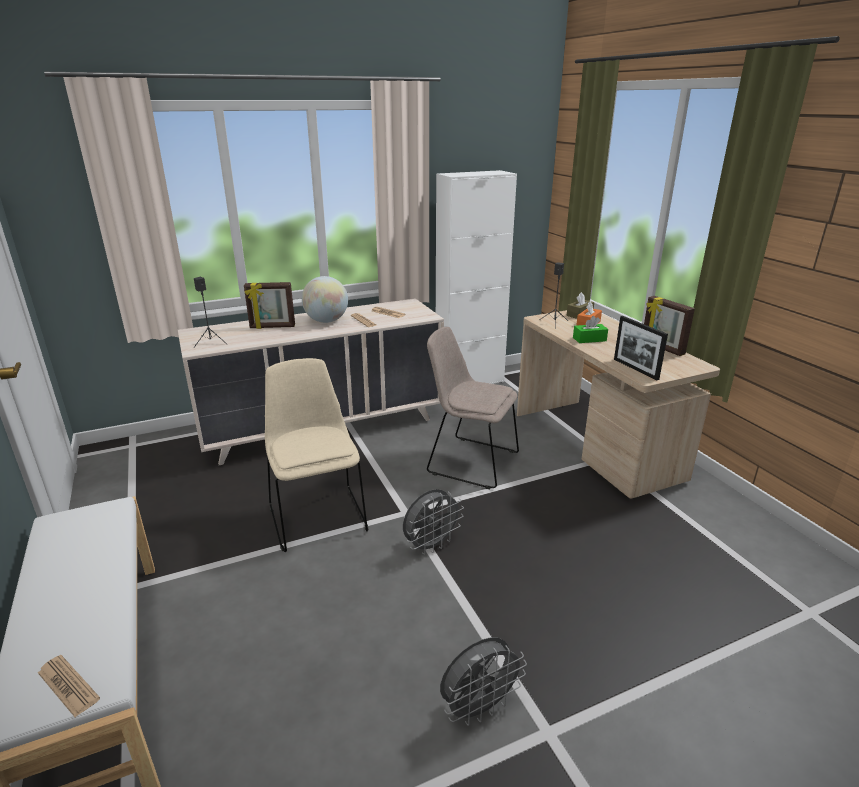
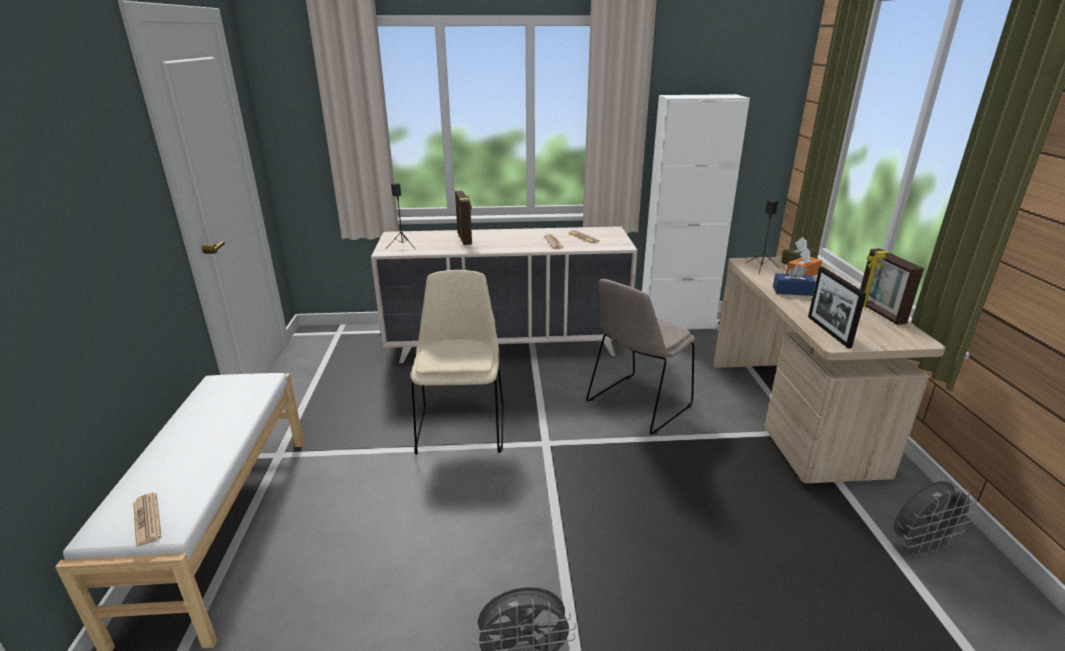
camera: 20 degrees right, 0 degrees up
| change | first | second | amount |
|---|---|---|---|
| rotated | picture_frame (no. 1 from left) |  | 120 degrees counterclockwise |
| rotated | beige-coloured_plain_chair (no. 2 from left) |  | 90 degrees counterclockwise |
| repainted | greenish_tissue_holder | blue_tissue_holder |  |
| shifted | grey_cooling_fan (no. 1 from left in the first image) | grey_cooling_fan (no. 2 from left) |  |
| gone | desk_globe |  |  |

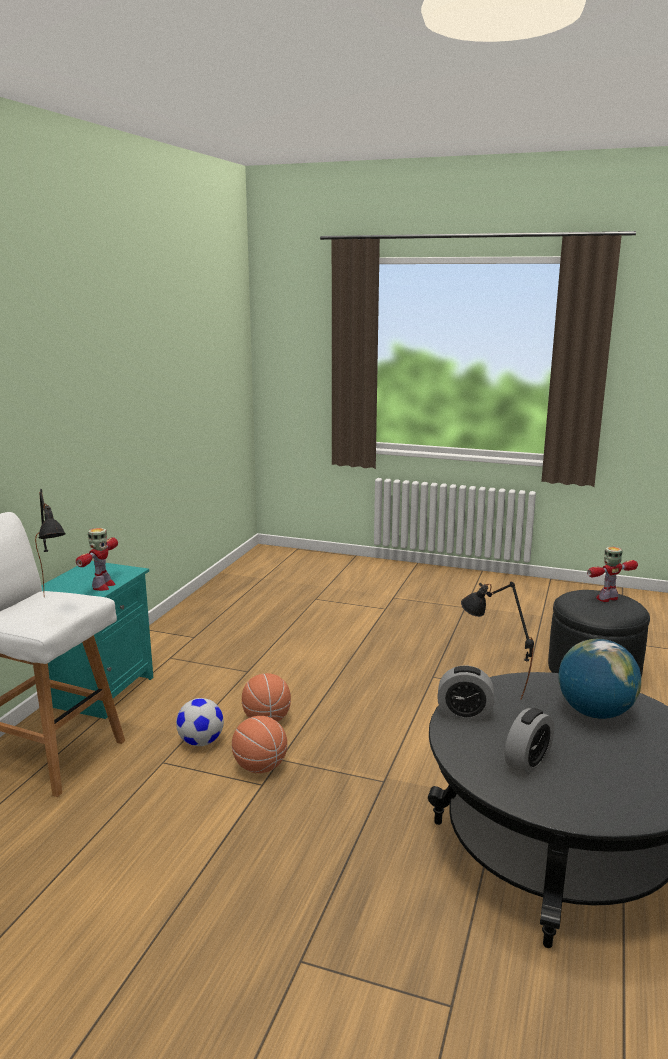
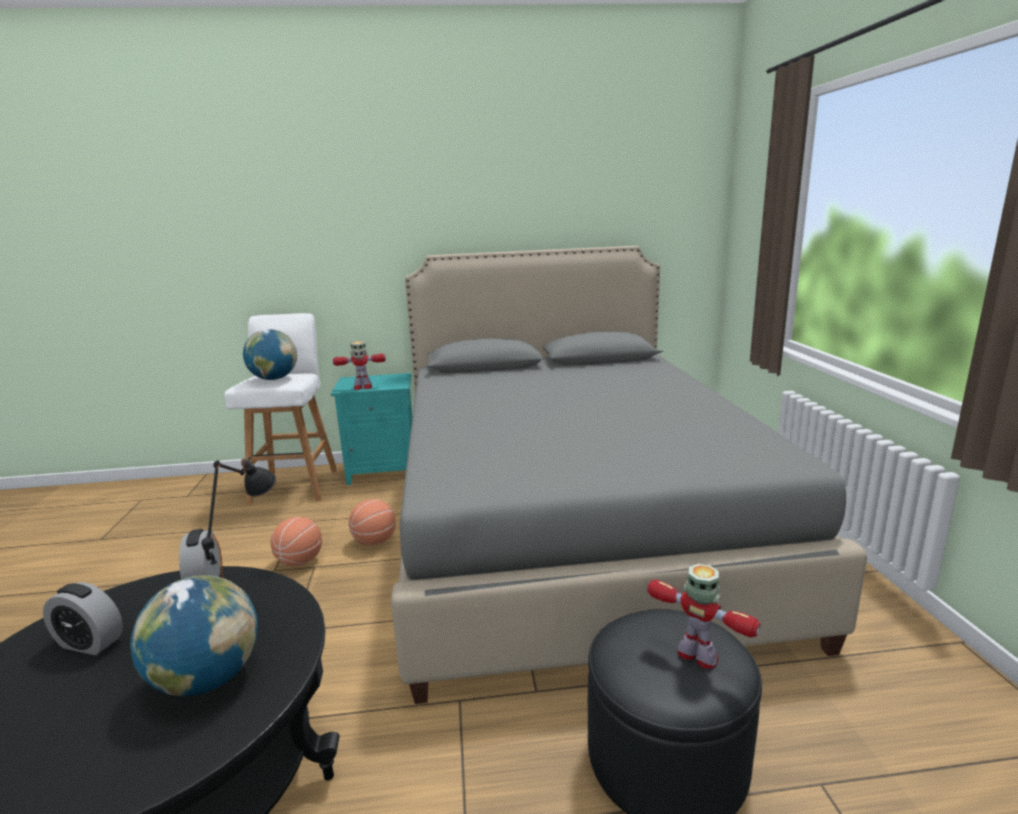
camera: 65 degrees right, 0 degrees up
| change | first | second | amount |
|---|---|---|---|
| swapped | blackish_lamp_for_a_table (no. 1 from left) | desk_globe (no. 2 from left) |  |
| new |  | grey_sleeping_bed |  |
| gone | football_ball |  |  |

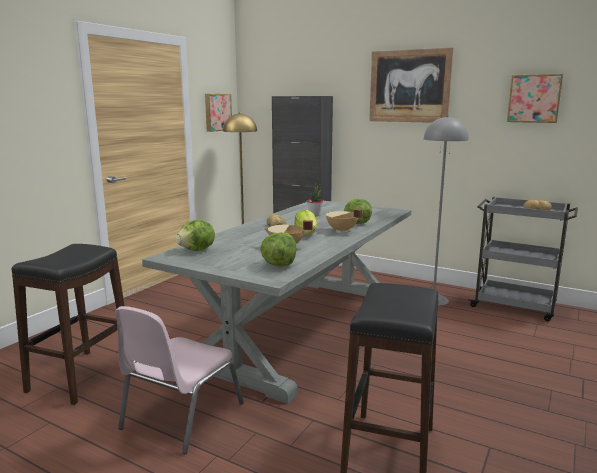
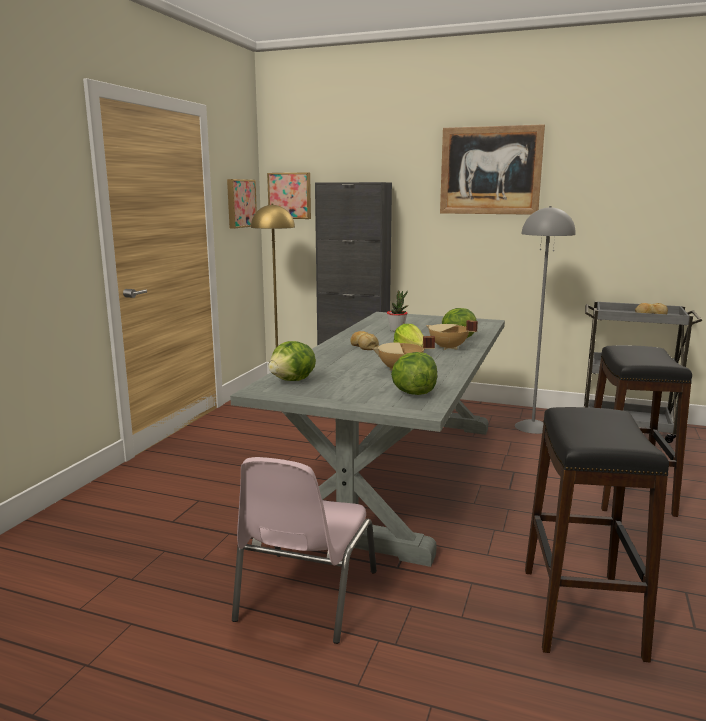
camera: 10 degrees left, 0 degrees up
| change | first | second | amount |
|---|---|---|---|
| shifted | wall_art (no. 3 from left in the first image) | wall_art (no. 2 from left) |  |
| shifted | blackish_stool_seat (no. 1 from left in the first image) | blackish_stool_seat (no. 2 from left) |  |

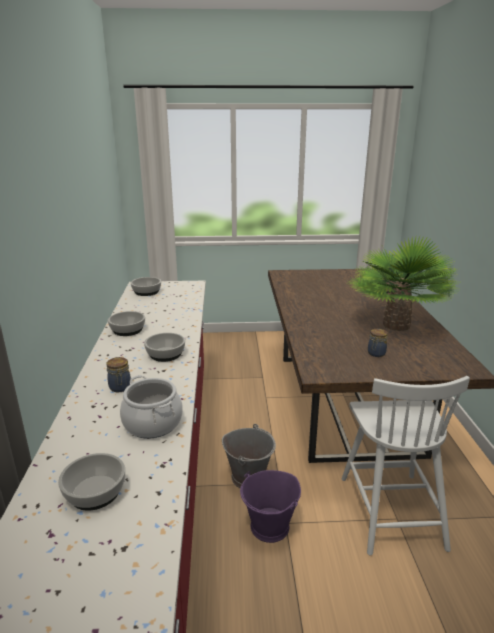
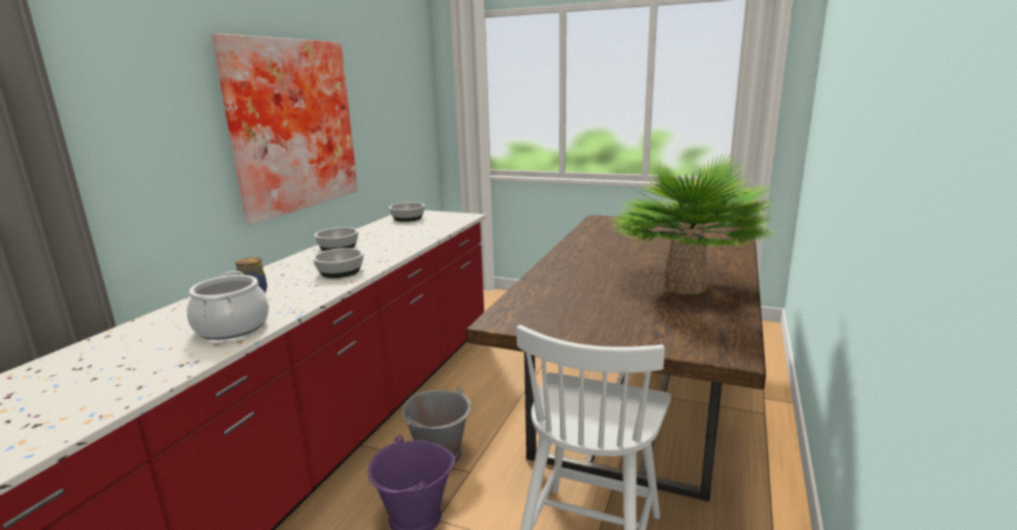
camera: 25 degrees right, 5 degrees down
| change | first | second | amount |
|---|---|---|---|
| new |  | wall_art |  |
| gone | deep_dish (no. 1 from left) |  |  |
| gone | storage_jar (no. 2 from left) |  |  |

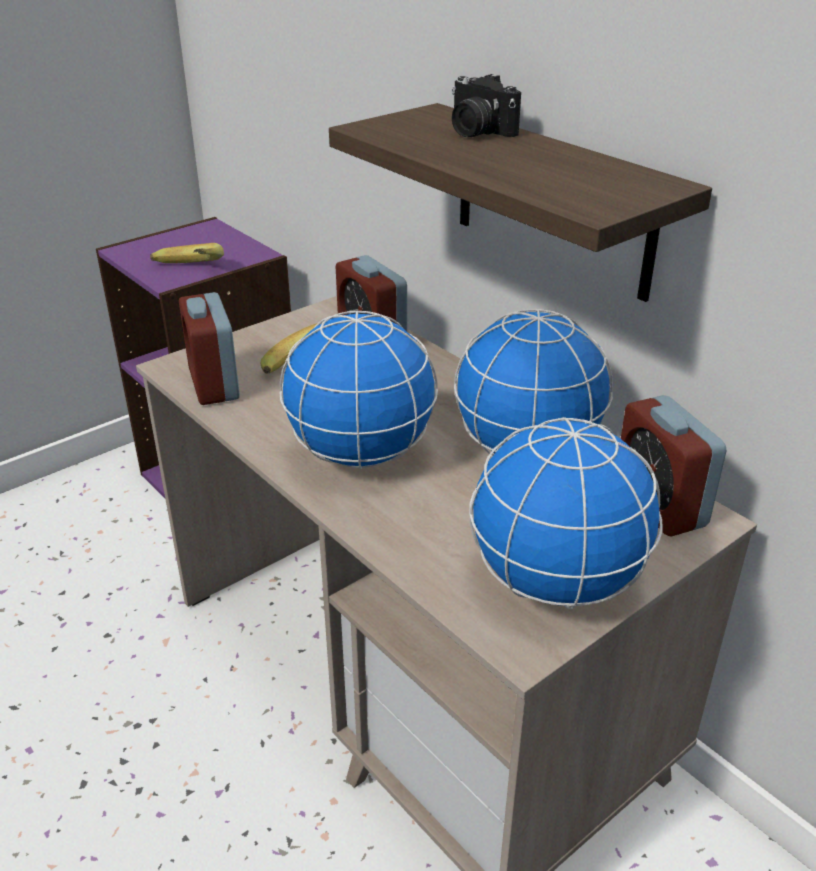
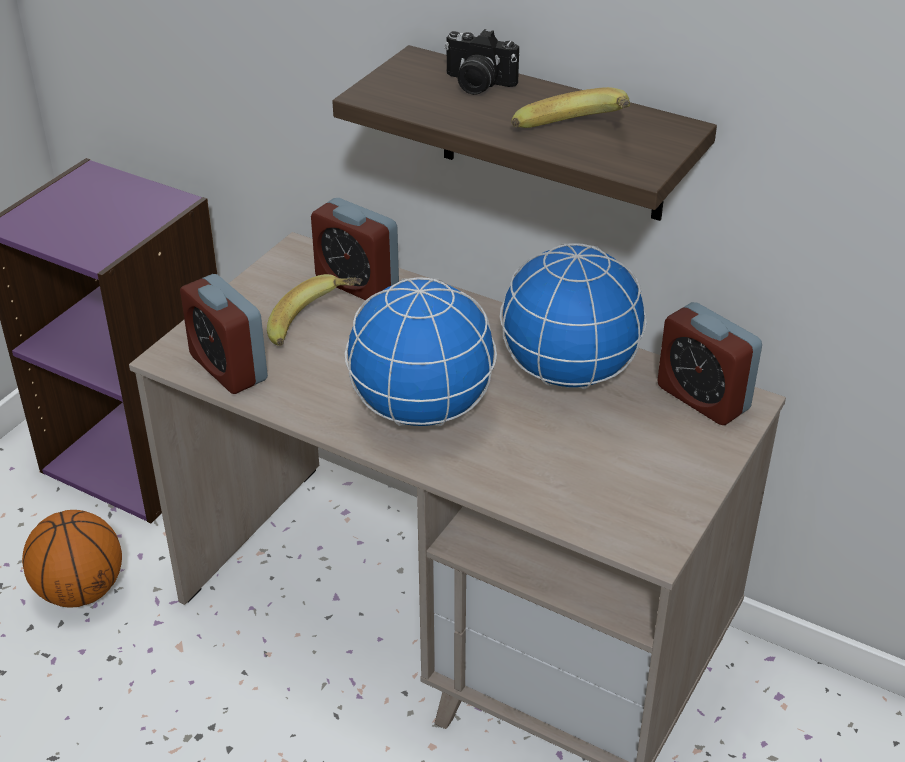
camera: 20 degrees left, 5 degrees up
| change | first | second | amount |
|---|---|---|---|
| new |  | ball_for_basketball |  |
| shifted | banana_fruit (no. 1 from left in the first image) | banana_fruit (no. 2 from left) |  |
| gone | desk_globe (no. 3 from left) |  |  |

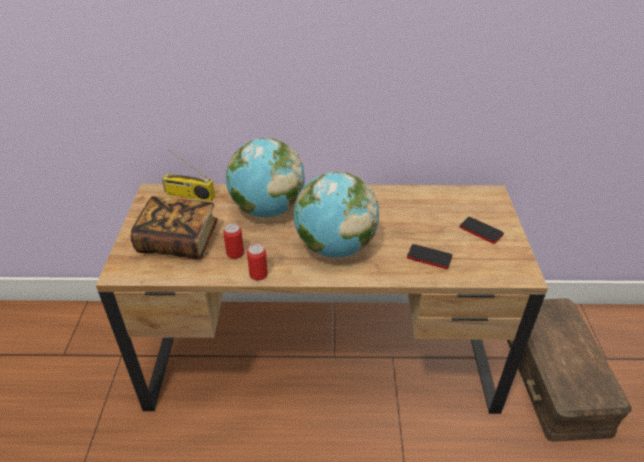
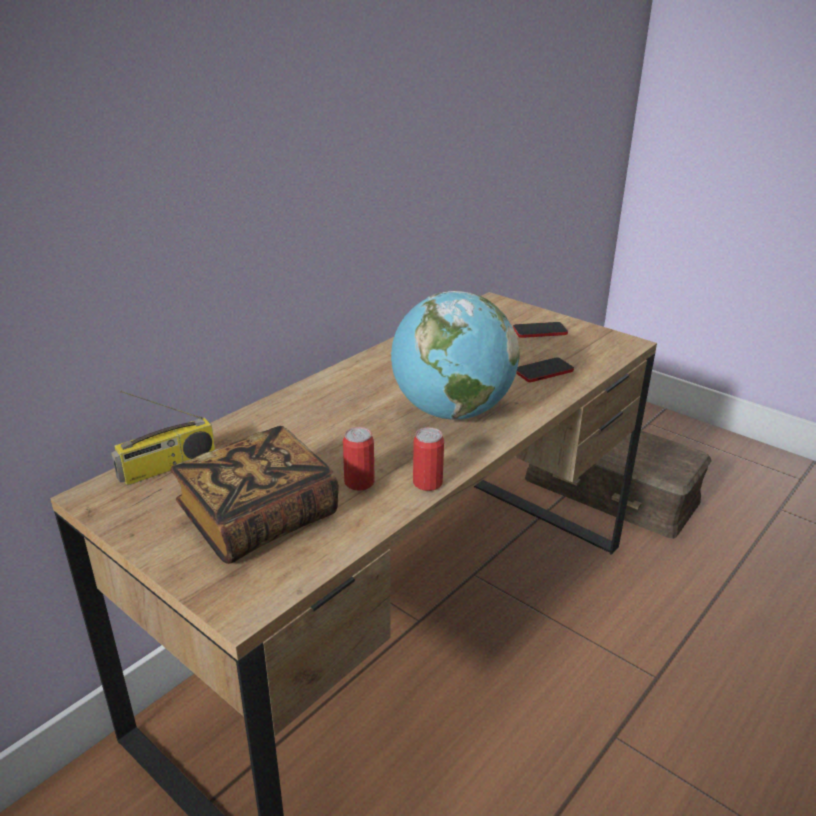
camera: 50 degrees left, 10 degrees down
| change | first | second | amount |
|---|---|---|---|
| gone | desk_globe (no. 1 from left) |  |  |

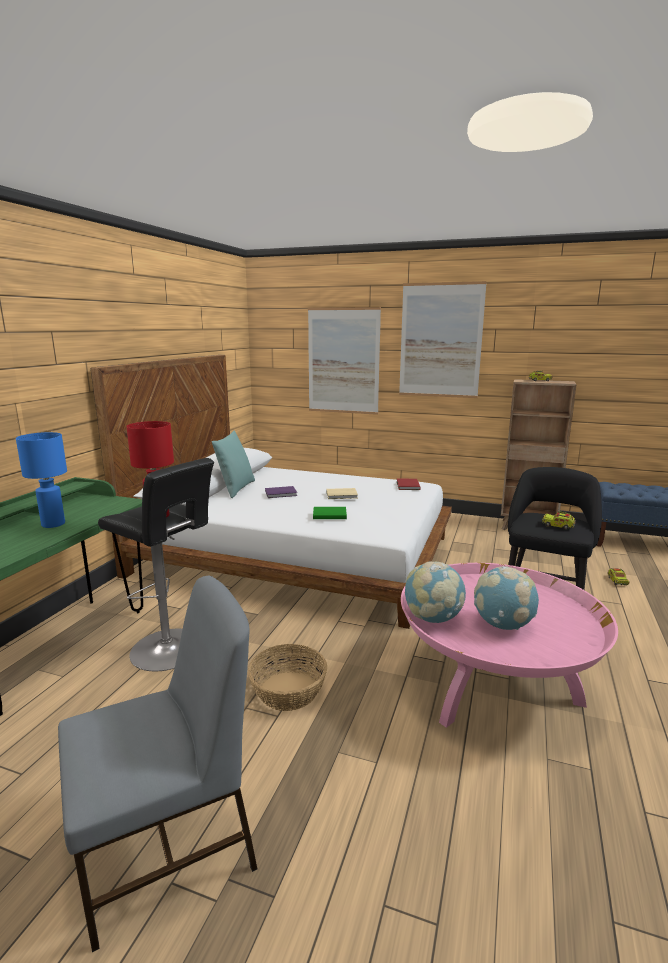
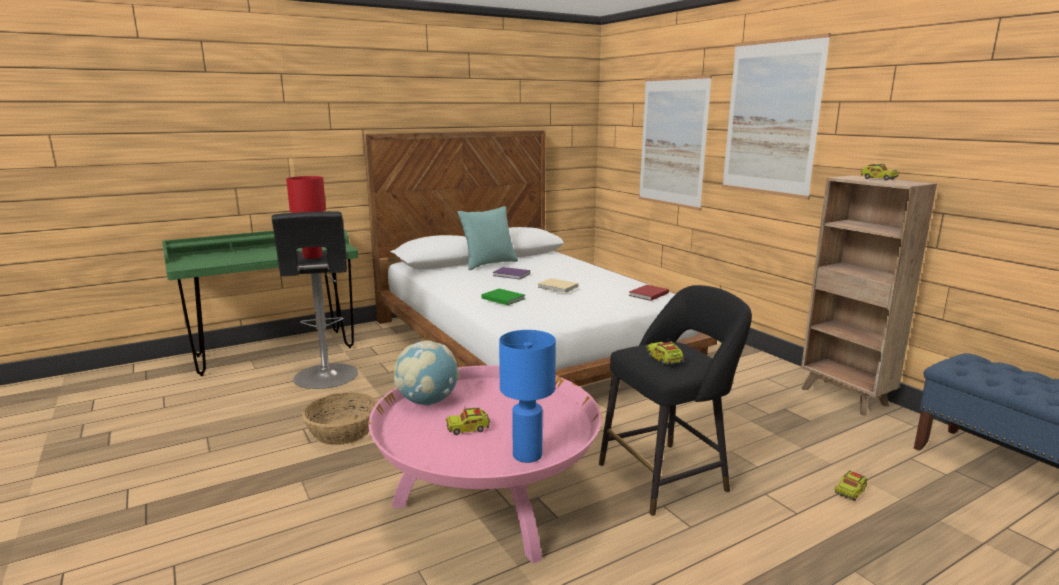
camera: 40 degrees right, 0 degrees up
| change | first | second | amount |
|---|---|---|---|
| swapped | desk_globe (no. 2 from left) | toy_truck (no. 1 from left) |  |
| shifted | blue_lamp_for_a_table |  |  |
| gone | grey_plain_chair |  |  |

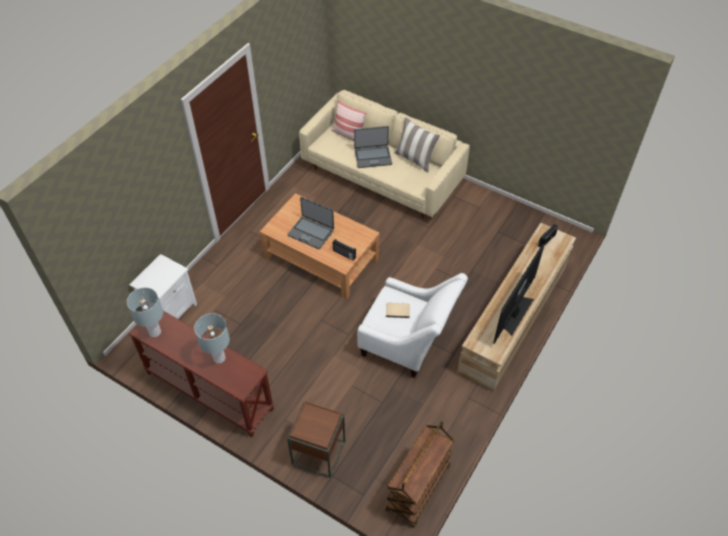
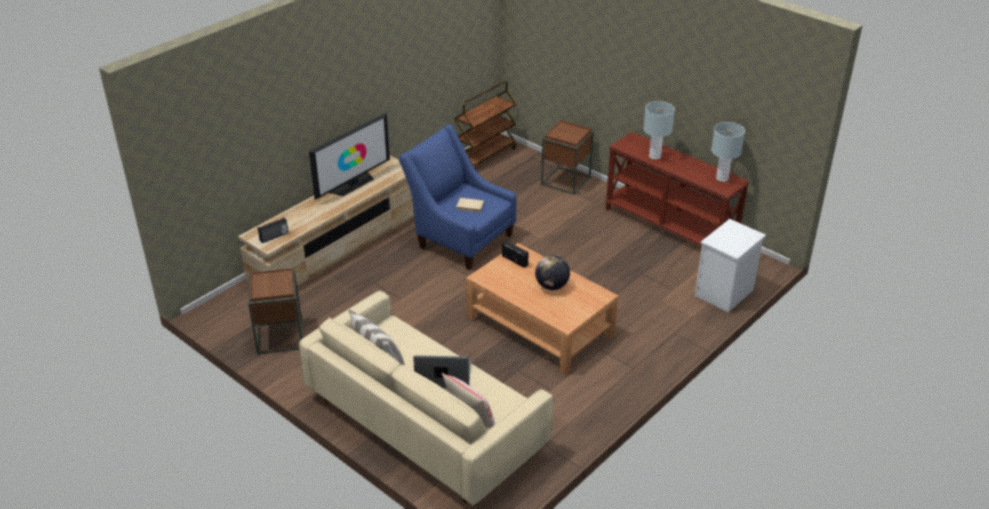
camera: 170 degrees left, 15 degrees down
| change | first | second | amount |
|---|---|---|---|
| new |  | brown_side_table (no. 1 from left) |  |
| repainted | white-coloured_easy_chair | blue_easy_chair |  |
| swapped | notebook_computer (no. 1 from left) | desk_globe |  |

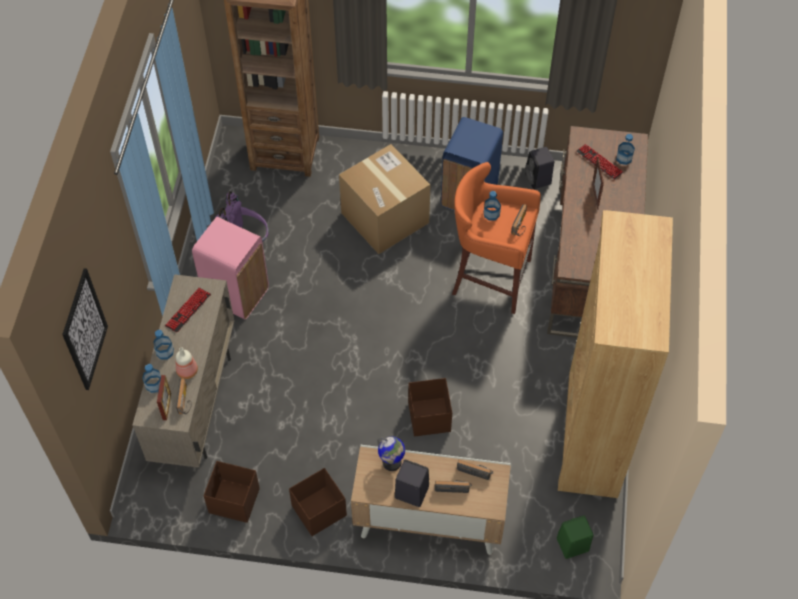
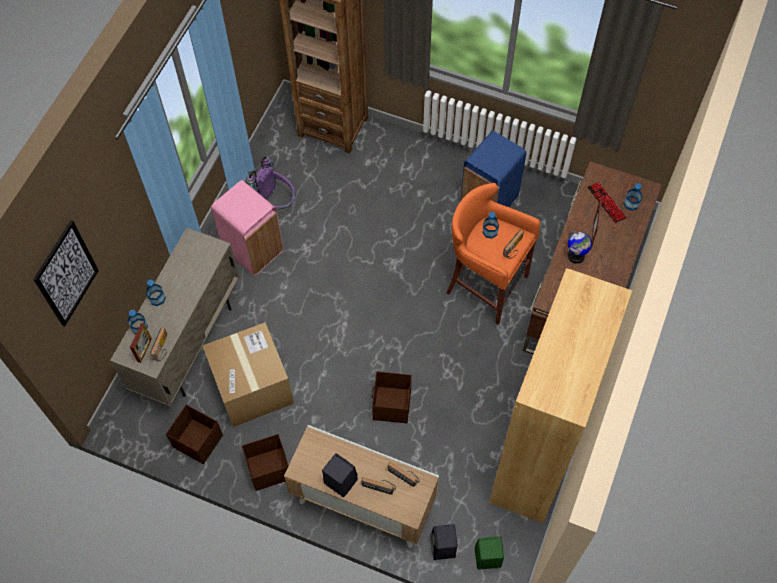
camera: 15 degrees right, 5 degrees up
| change | first | second | amount |
|---|---|---|---|
| shifted | carton |  |  |
| shifted | blackish_speaker (no. 2 from left) |  |  |
| shifted | desk_globe |  |  |
| gone | computer_keyboard (no. 1 from left) |  |  |
| gone | drink_bottle (no. 3 from left) |  |  |

